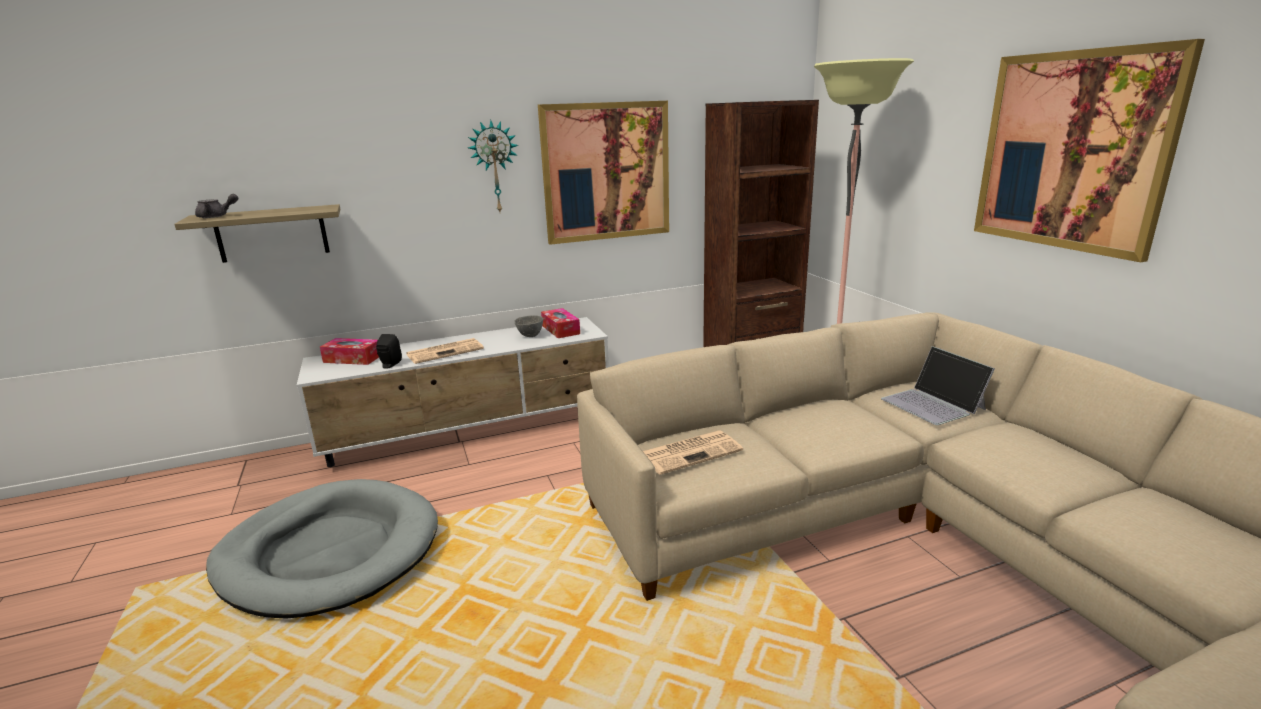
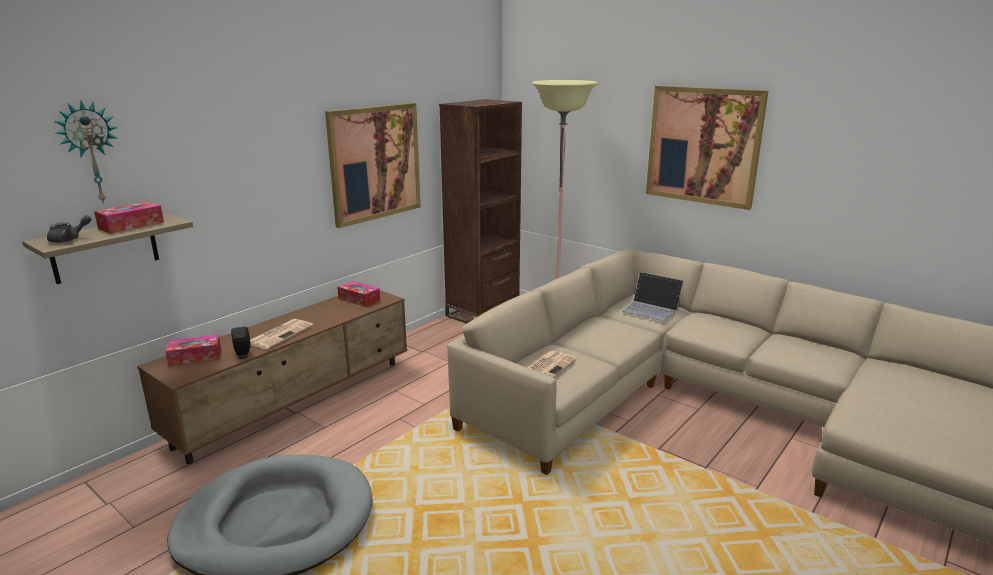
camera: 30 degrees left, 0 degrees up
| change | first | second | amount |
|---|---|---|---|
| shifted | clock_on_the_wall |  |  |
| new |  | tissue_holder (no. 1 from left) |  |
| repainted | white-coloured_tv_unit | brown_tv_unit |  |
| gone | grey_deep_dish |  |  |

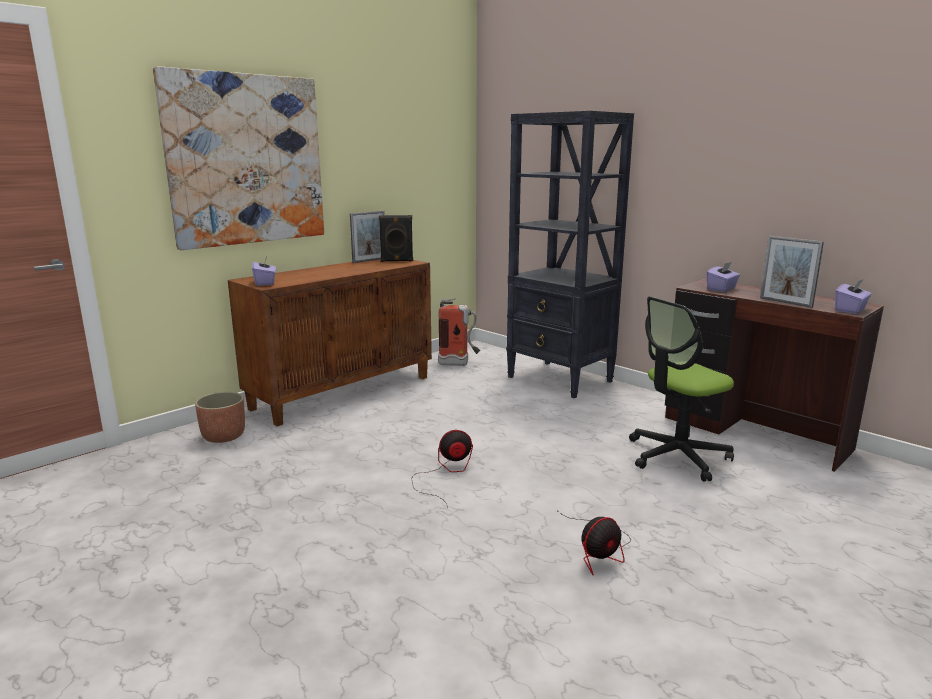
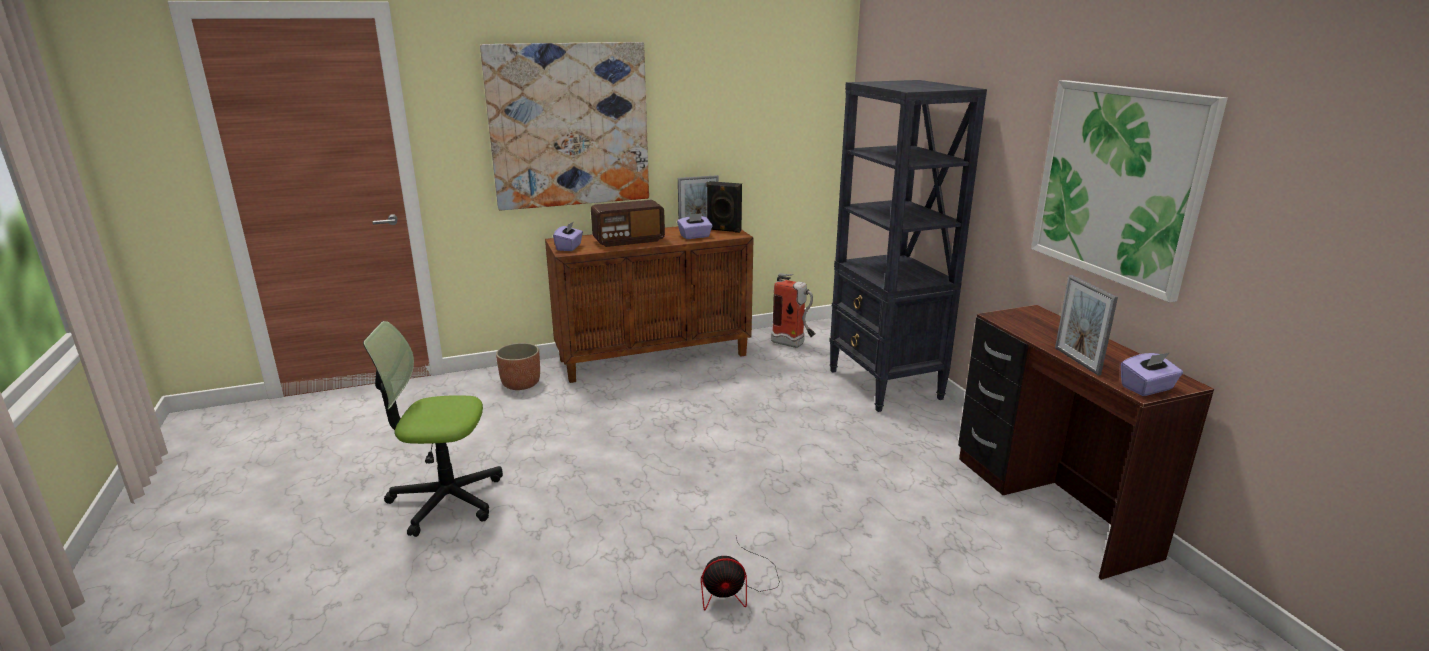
camera: 25 degrees right, 5 degrees up
| change | first | second | amount |
|---|---|---|---|
| shifted | office_chair |  |  |
| new |  | radio_receiver |  |
| shifted | purple_tissue_holder (no. 2 from left) |  |  |
| new |  | wall_art (no. 2 from left) |  |
| gone | cooling_fan (no. 1 from left) |  |  |

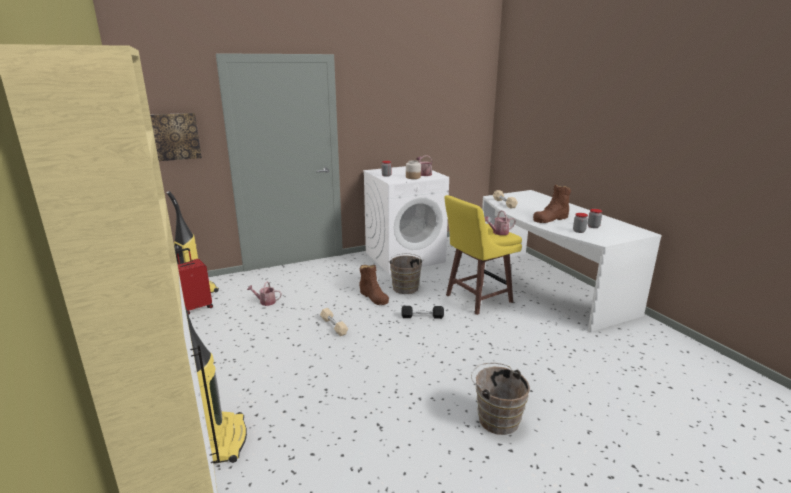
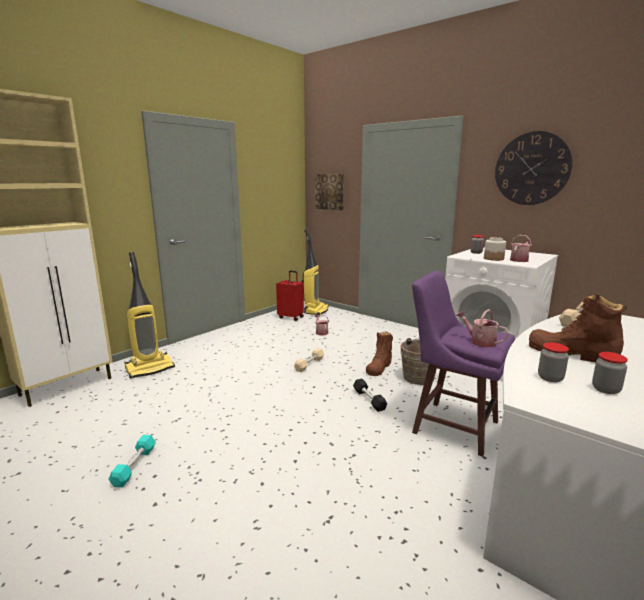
camera: 65 degrees right, 5 degrees down
| change | first | second | amount |
|---|---|---|---|
| new |  | turquoise-coloured_dumbbell |  |
| repainted | yellowish_stool_seat | purple_stool_seat |  |
| new |  | clock_on_the_wall |  |
| gone | brown_pail (no. 2 from left) |  |  |

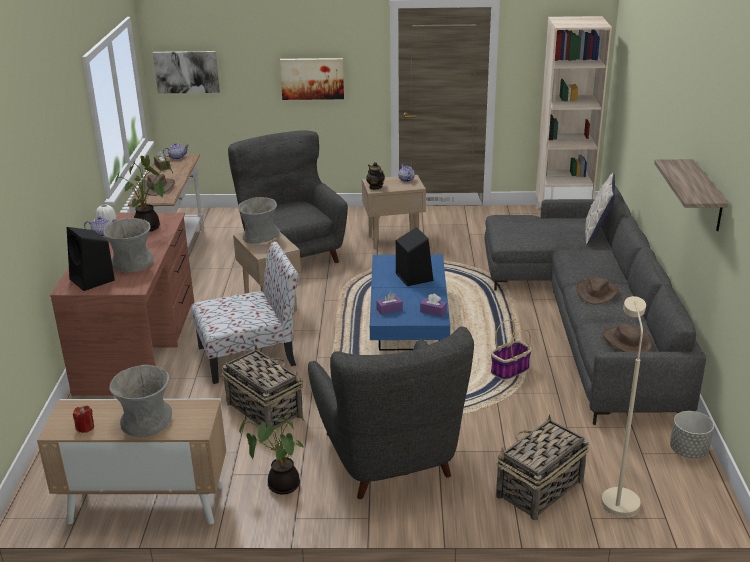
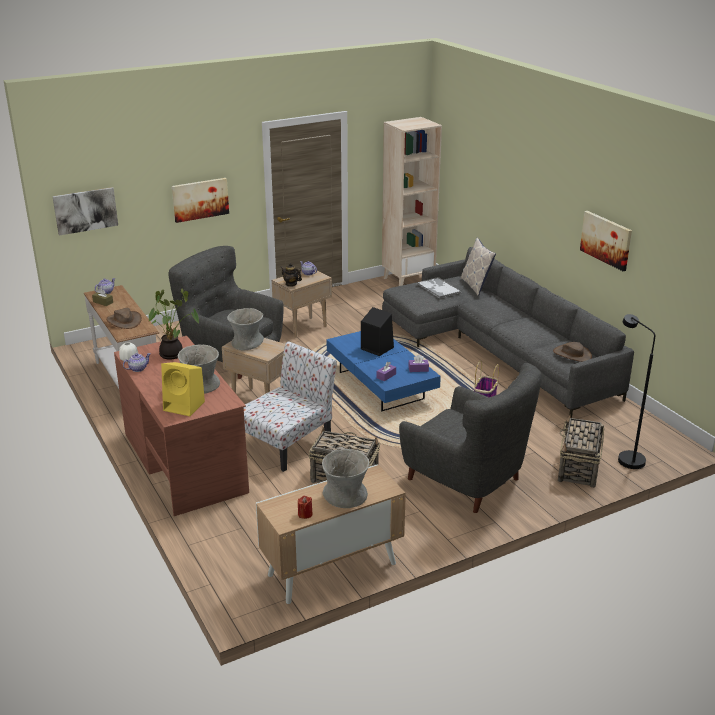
camera: 30 degrees left, 0 degrees up
| change | first | second | amount |
|---|---|---|---|
| repainted | blackish_speaker (no. 1 from left) | yellowish_speaker |  |
| new |  | serving_tray |  |
| swapped | wall_shelf | wall_art (no. 3 from left) |  |
| repainted | beige-coloured_standing_lamp | blackish_standing_lamp |  |
| gone | houseplant (no. 2 from left) |  |  |
| gone | brown_hat (no. 2 from left) |  |  |
| gone | grey_flower_pot |  |  |

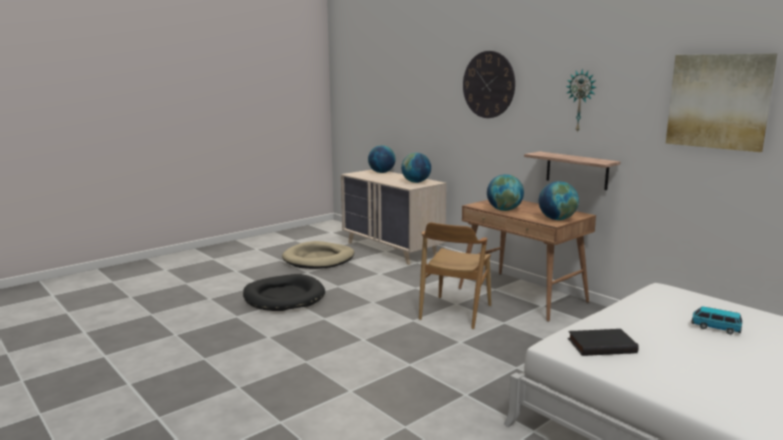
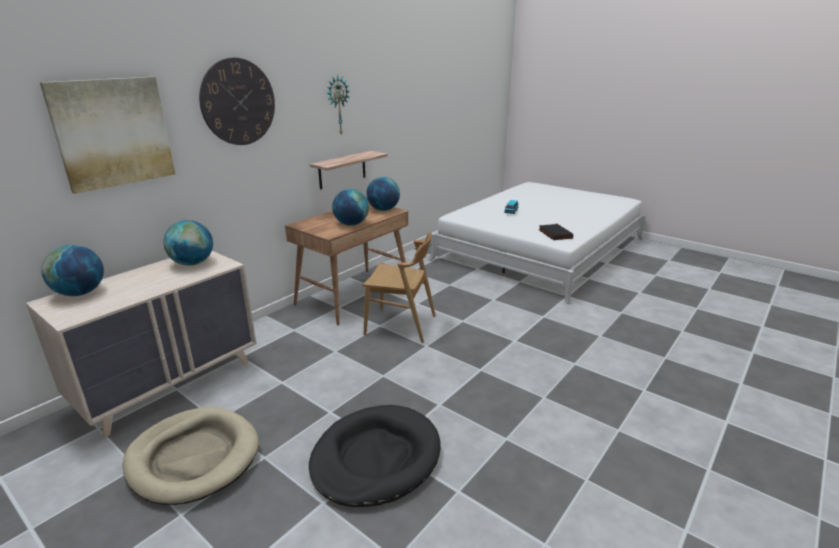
camera: 100 degrees left, 10 degrees up
| change | first | second | amount |
|---|---|---|---|
| shifted | wall_art |  |  |

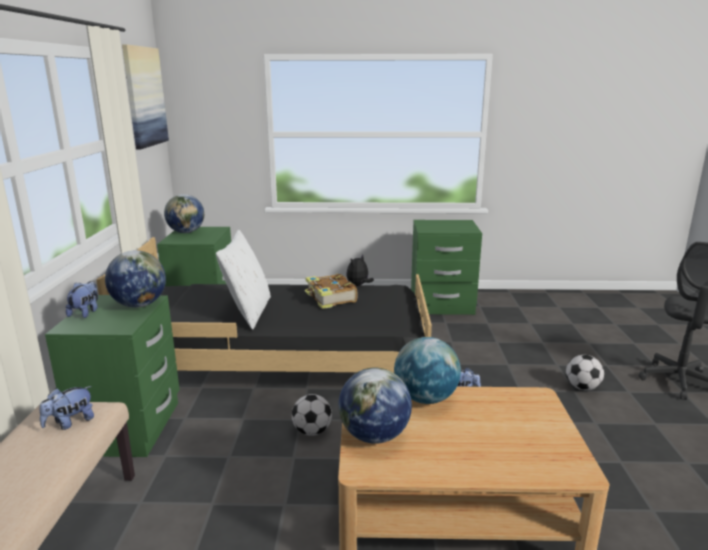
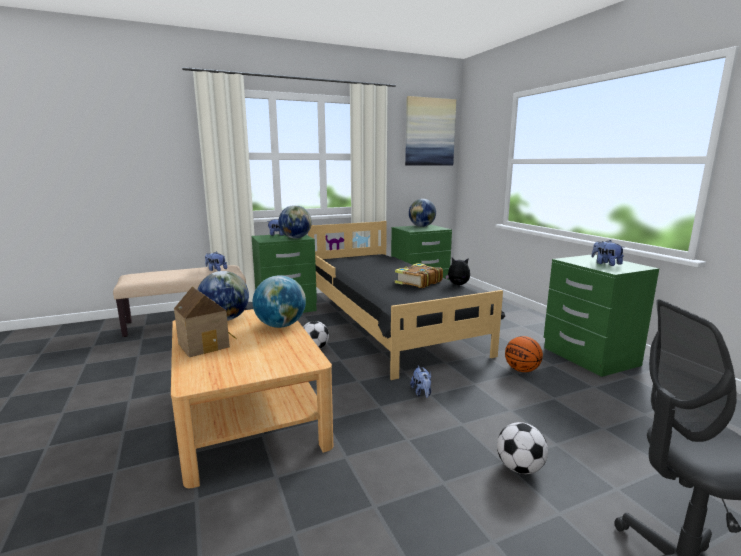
camera: 65 degrees right, 5 degrees down
| change | first | second | amount |
|---|---|---|---|
| new |  | toy_house |  |
| new |  | ball_for_basketball |  |
| new |  | plush_toy (no. 5 from left) |  |
| gone | white-coloured_pillow |  |  |

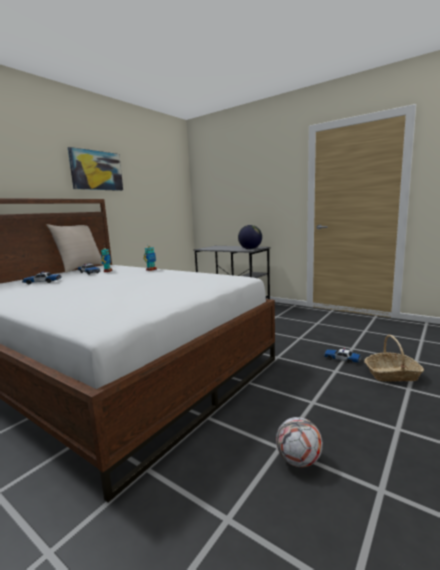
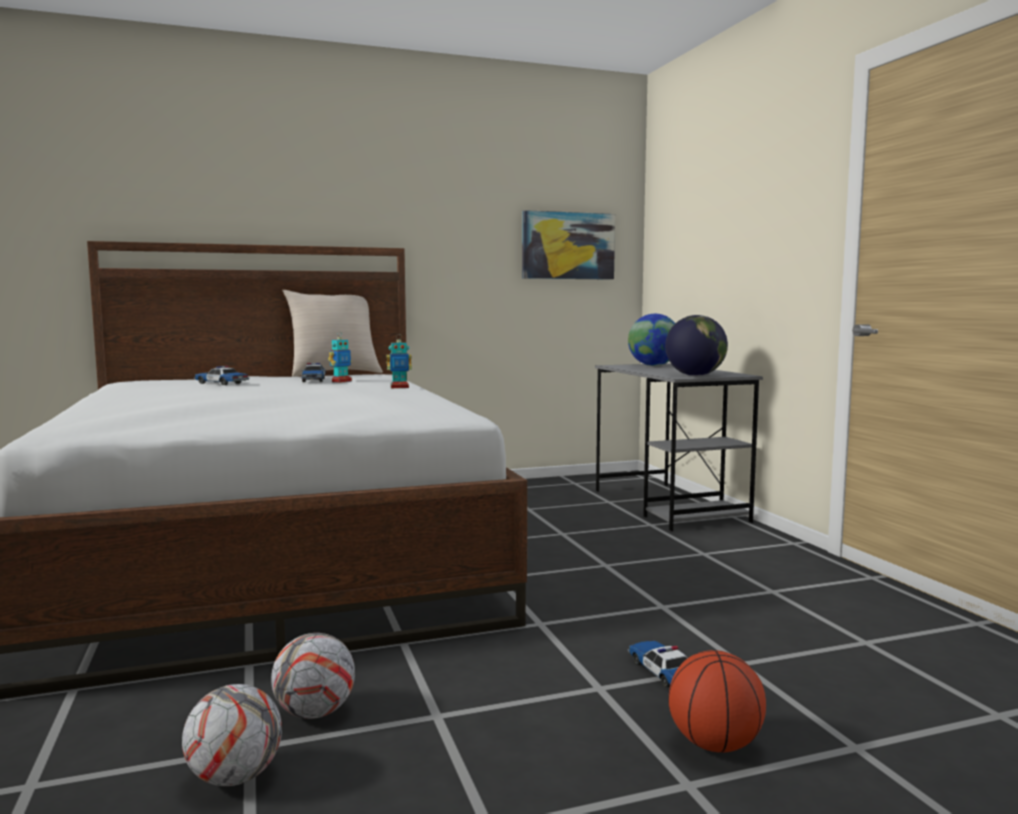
camera: 35 degrees right, 5 degrees down
| change | first | second | amount |
|---|---|---|---|
| new |  | football_ball (no. 2 from left) |  |
| shifted | wall_art |  |  |
| new |  | desk_globe (no. 1 from left) |  |
| swapped | household_basket | ball_for_basketball |  |

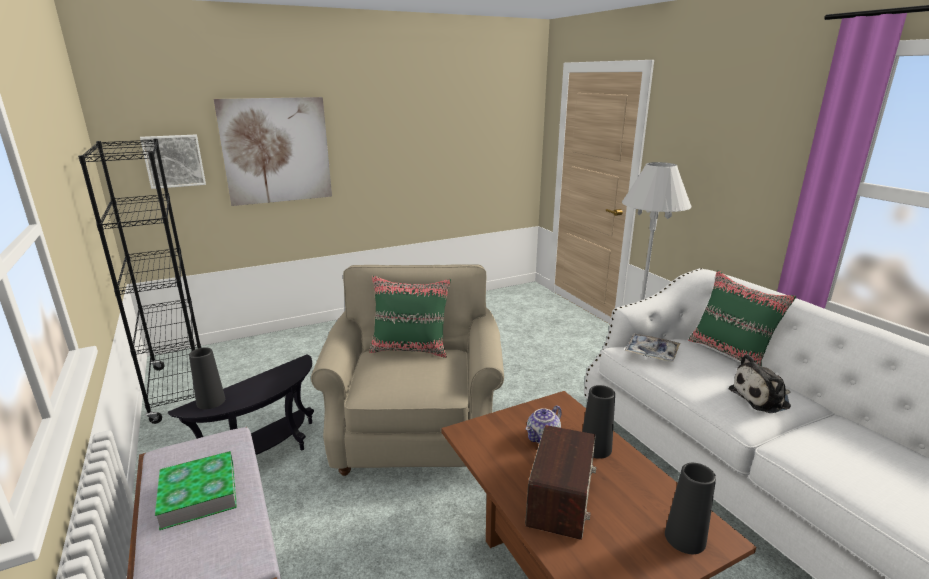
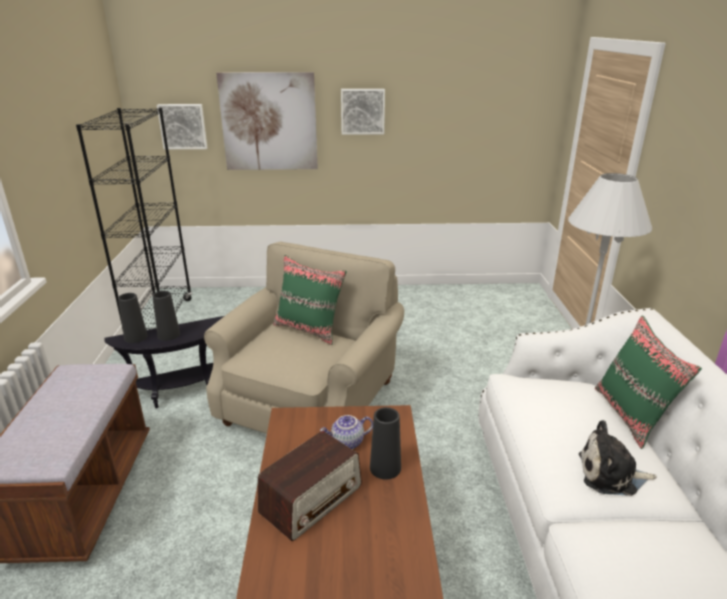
camera: 25 degrees right, 5 degrees up
| change | first | second | amount |
|---|---|---|---|
| shifted | blackish_vase (no. 3 from left in the first image) | blackish_vase (no. 2 from left) |  |
| new |  | wall_art (no. 3 from left) |  |
| gone | bound_book |  |  |
| gone | serving_tray |  |  |

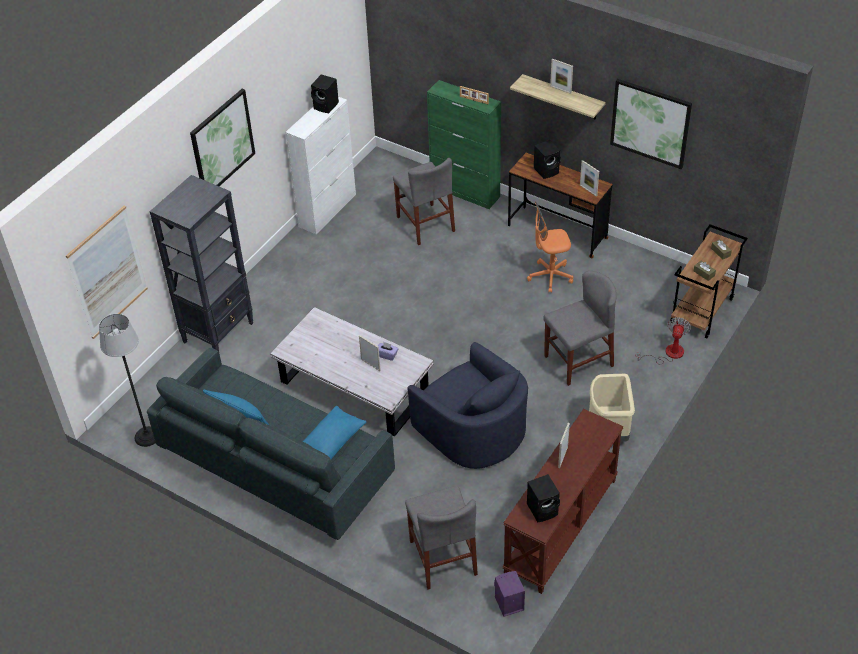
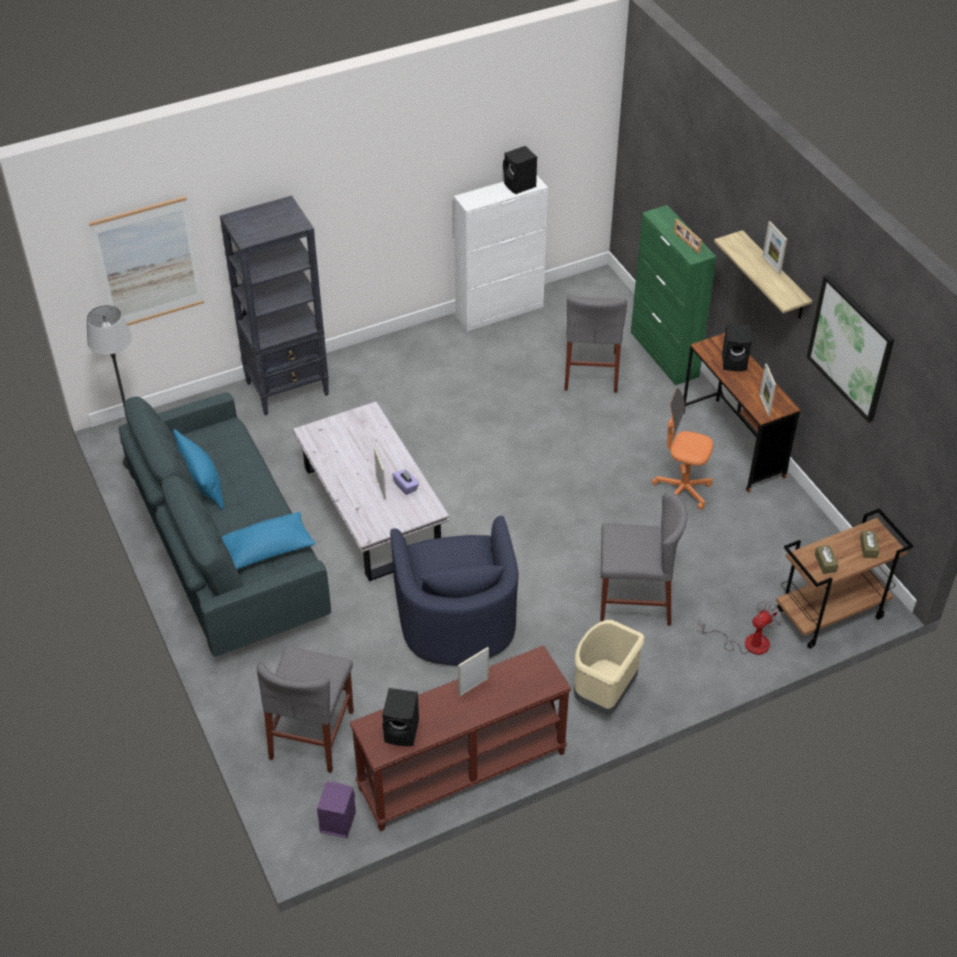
camera: 30 degrees right, 0 degrees up
| change | first | second | amount |
|---|---|---|---|
| gone | wall_art (no. 2 from left) |  |  |

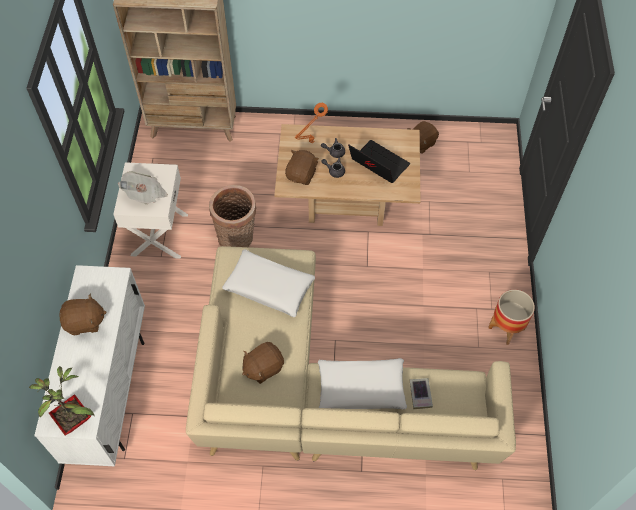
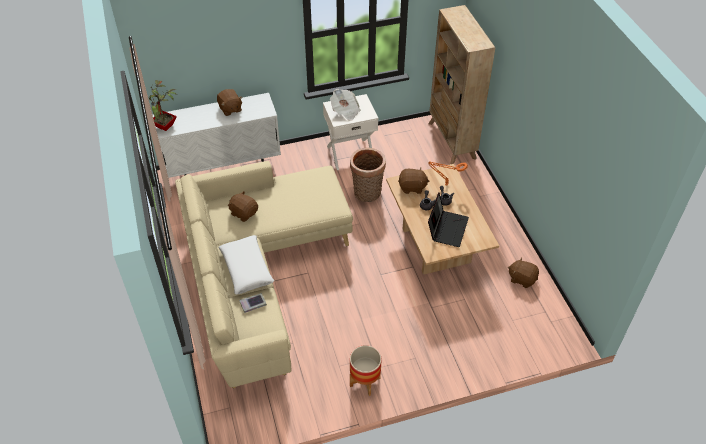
camera: 70 degrees right, 10 degrees down
| change | first | second | amount |
|---|---|---|---|
| gone | white-coloured_pillow (no. 1 from left) |  |  |

